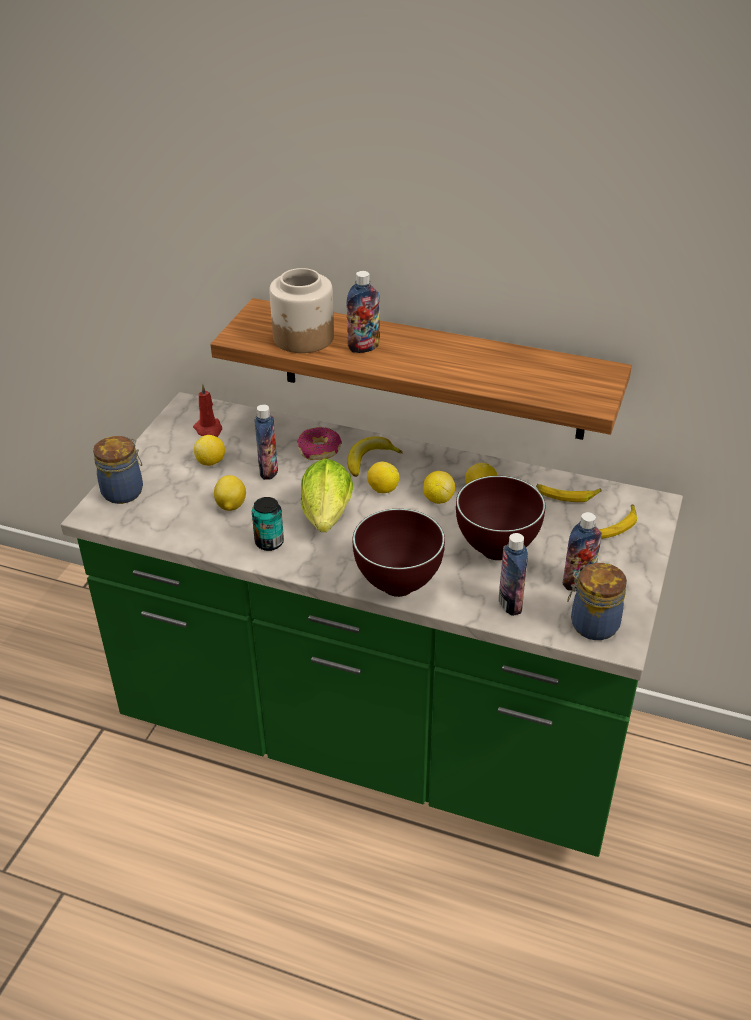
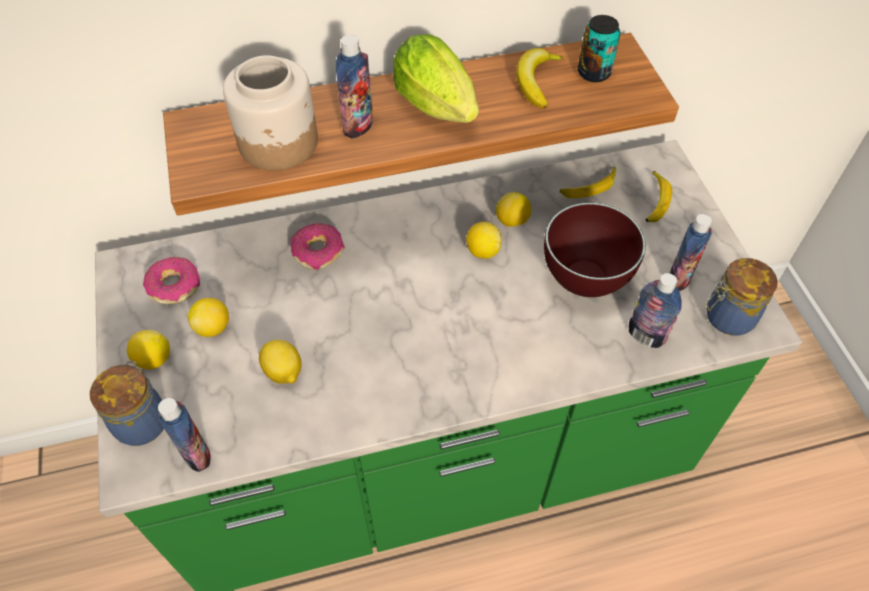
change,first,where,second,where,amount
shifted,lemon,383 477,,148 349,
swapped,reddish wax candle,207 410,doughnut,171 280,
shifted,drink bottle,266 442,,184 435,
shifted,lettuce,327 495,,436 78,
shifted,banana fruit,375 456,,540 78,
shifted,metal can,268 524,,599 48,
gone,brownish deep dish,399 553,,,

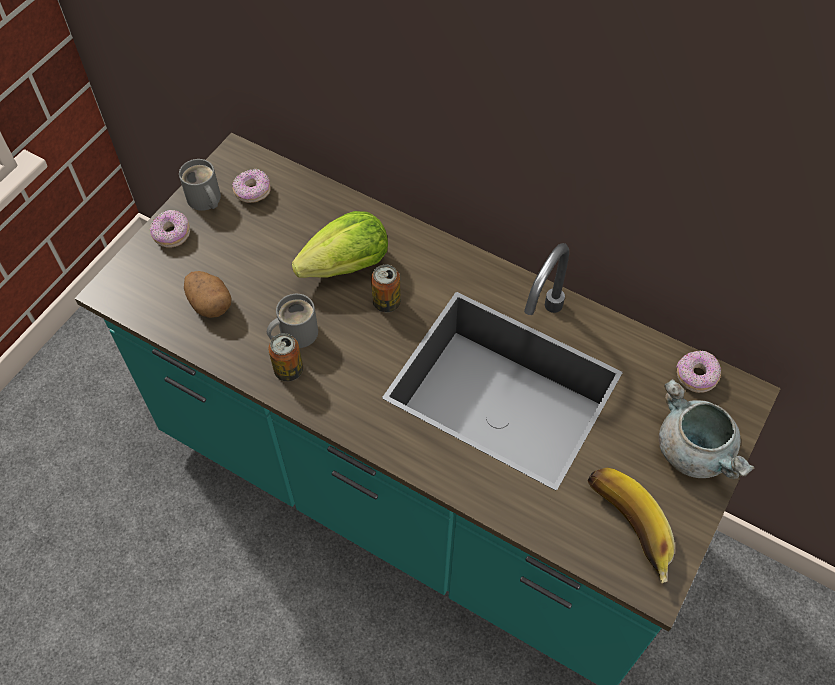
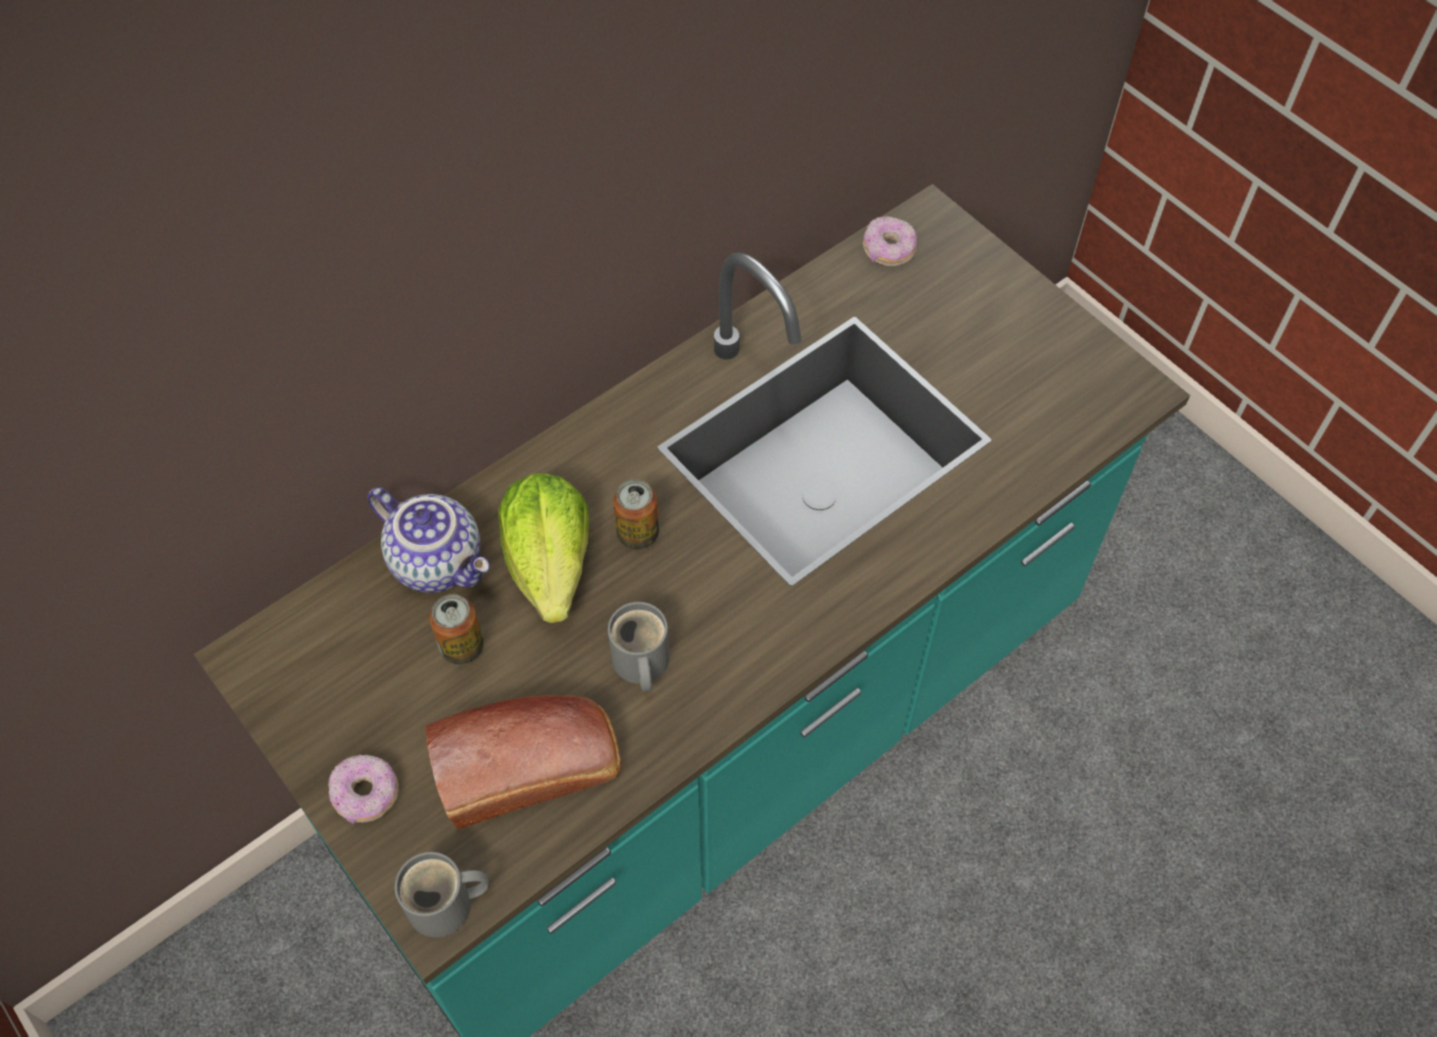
change,first,where,second,where,amount
new,,,teapot,428 540,
shifted,greyish mug,200 185,,441 894,
swapped,spud,208 294,baked bread,523 762,
shifted,metal can,285 357,,456 629,
gone,doughnut,251 186,,,
gone,banana fruit,631 525,,,
gone,greyish saucepot,706 429,,,

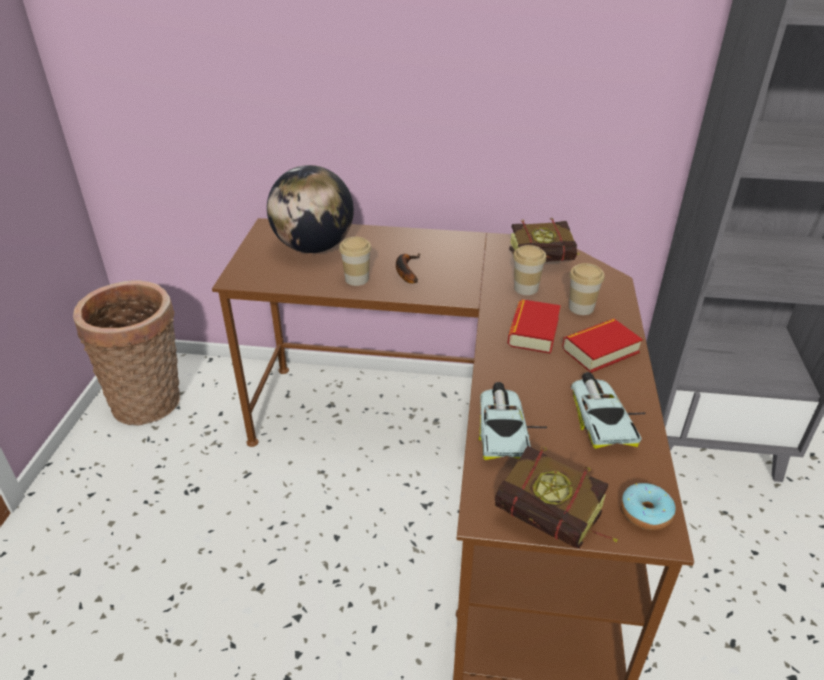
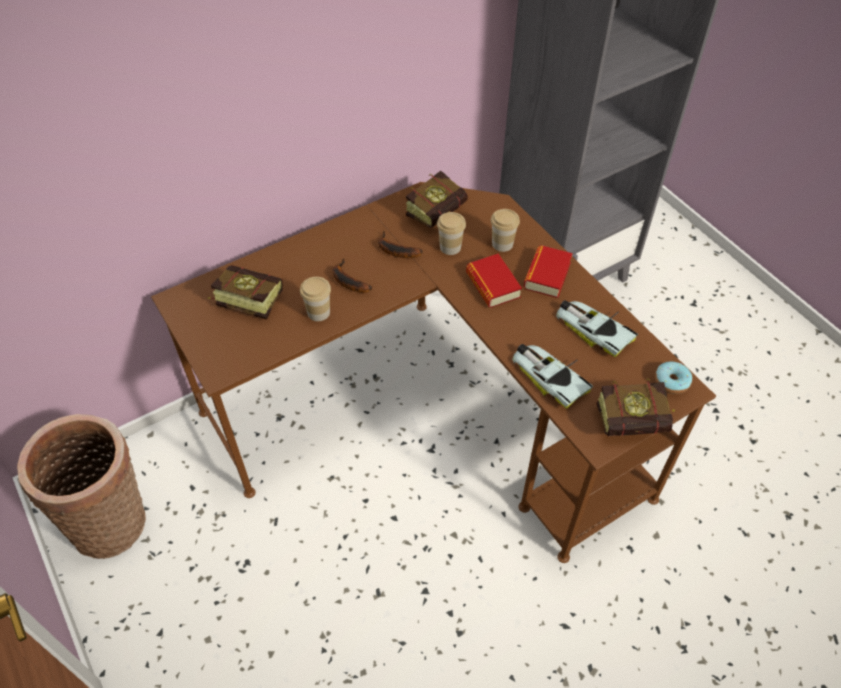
change,first,where,second,where,amount
swapped,desk globe,310 209,volume,245 292,
new,,,banana fruit,400 244,

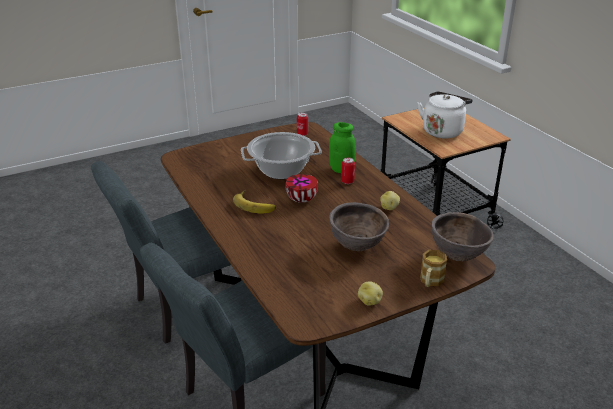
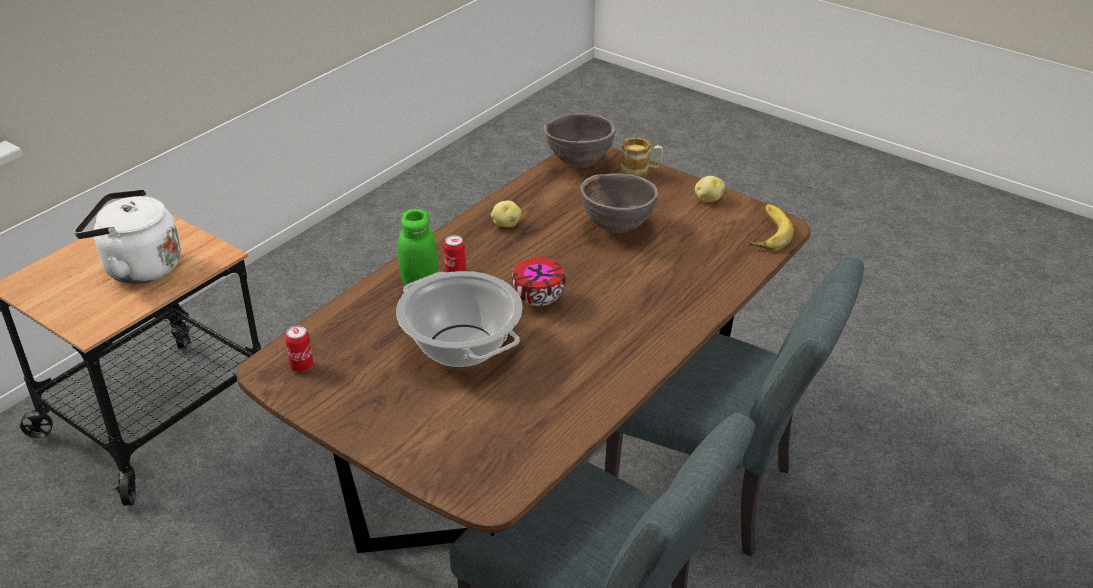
change,first,where,second,where,amount
shifted,banana fruit,254 201,,772 227,

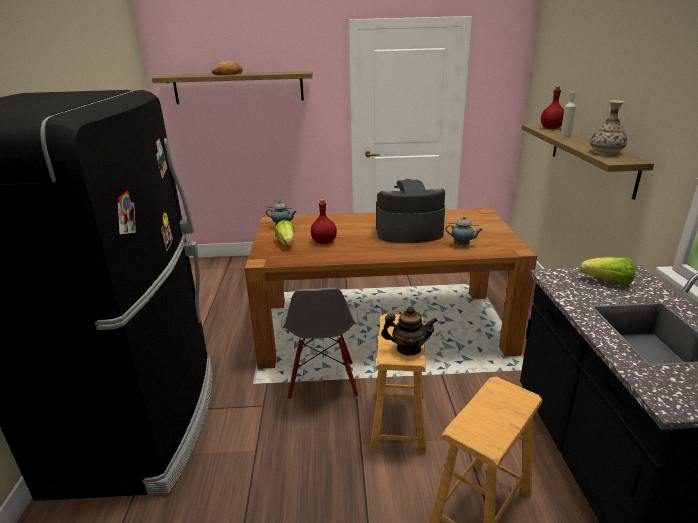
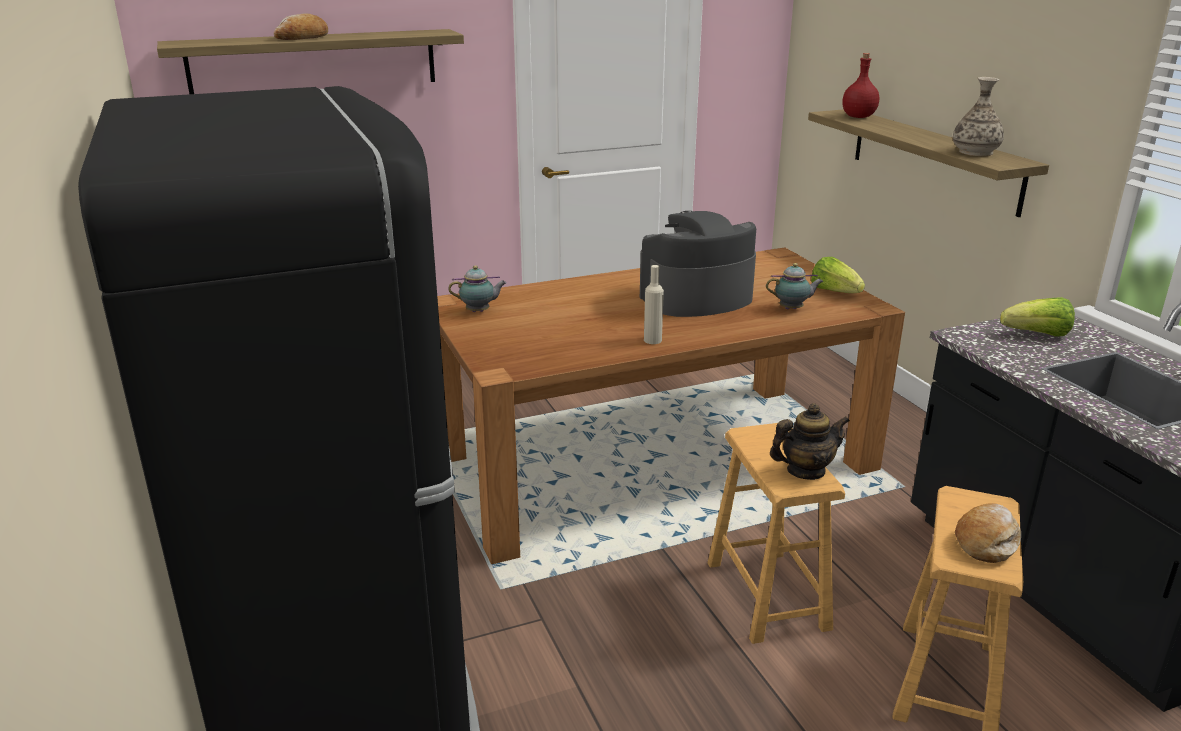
change,first,where,second,where,amount
shifted,beige-coloured drink bottle,568 115,,654 304,
shifted,lettuce,285 232,,838 275,
new,,,baked bread,988 533,
gone,greyish upright chair,320 344,,,
gone,reddish drink bottle,324 221,,,

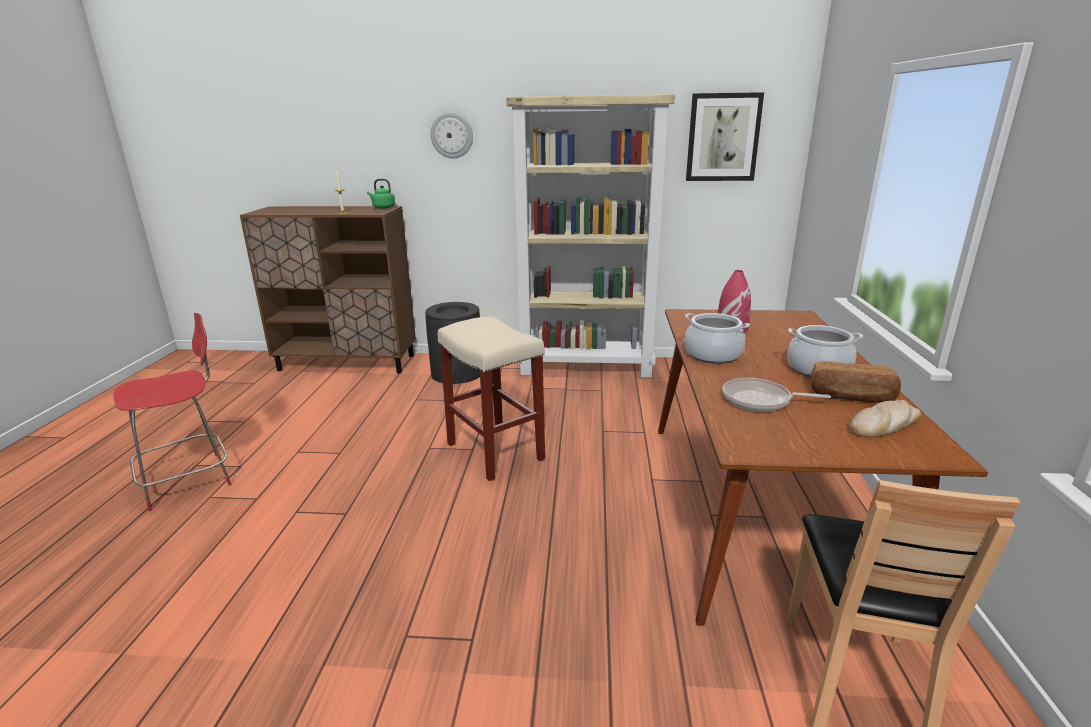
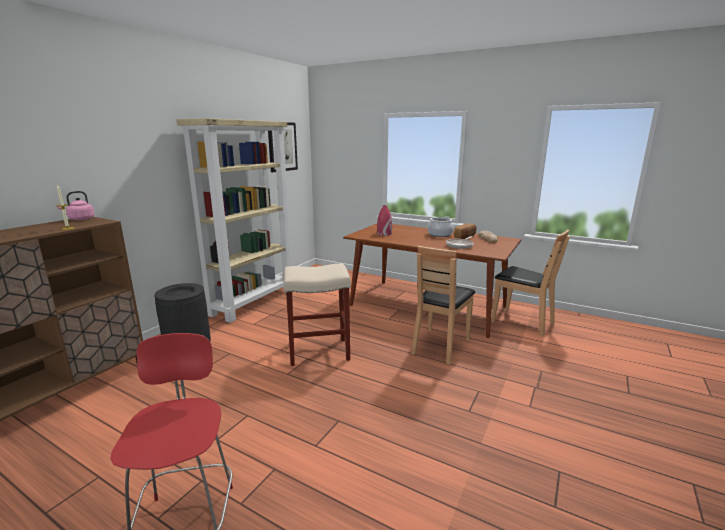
change,first,where,second,where,amount
repainted,green tea kettle,381 194,pink-coloured tea kettle,75 205,
new,,,brownish upright chair,443 305,
gone,clock on the wall,451 135,,,
gone,saucepot,717 338,,,

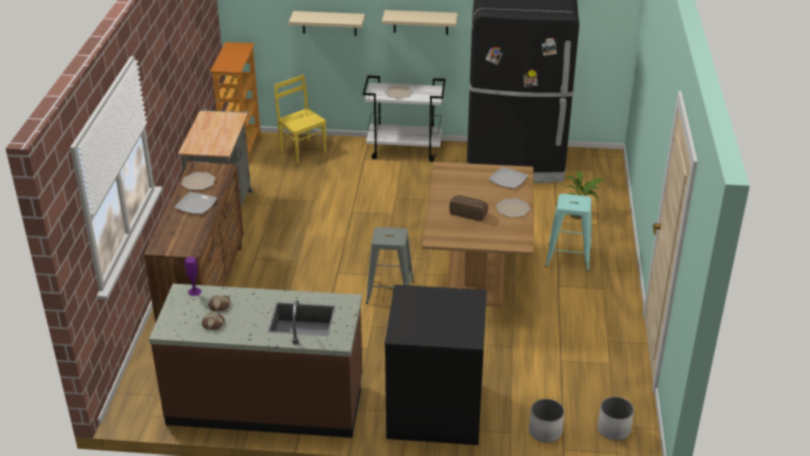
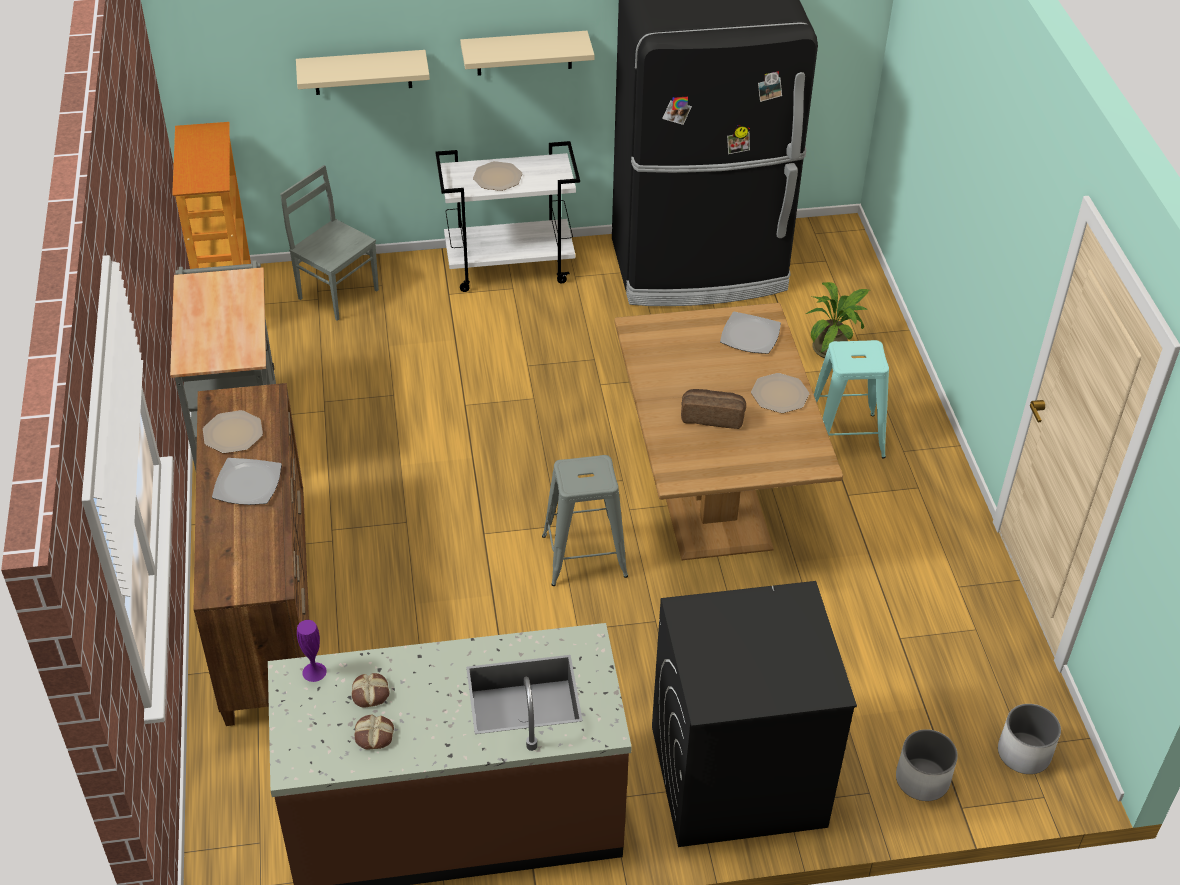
change,first,where,second,where,amount
repainted,yellow upright chair,300 119,greyish upright chair,329 243,

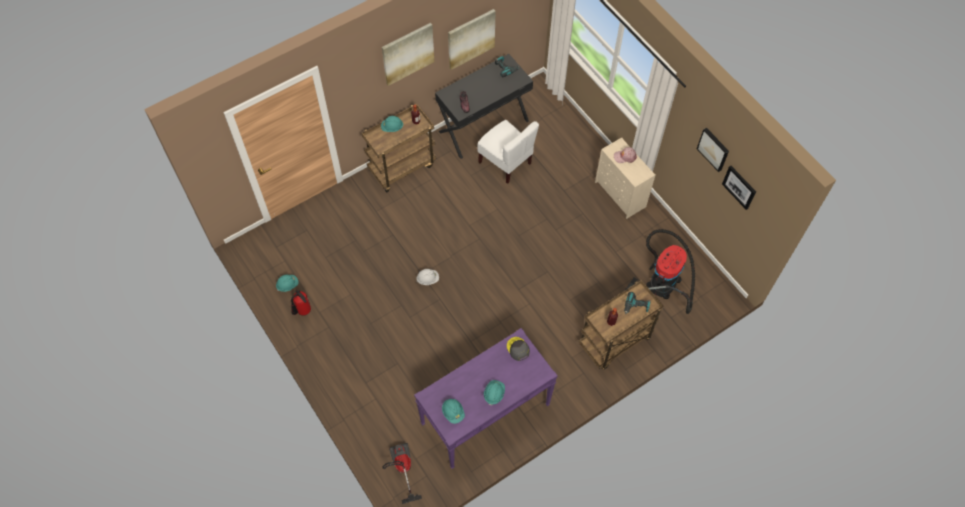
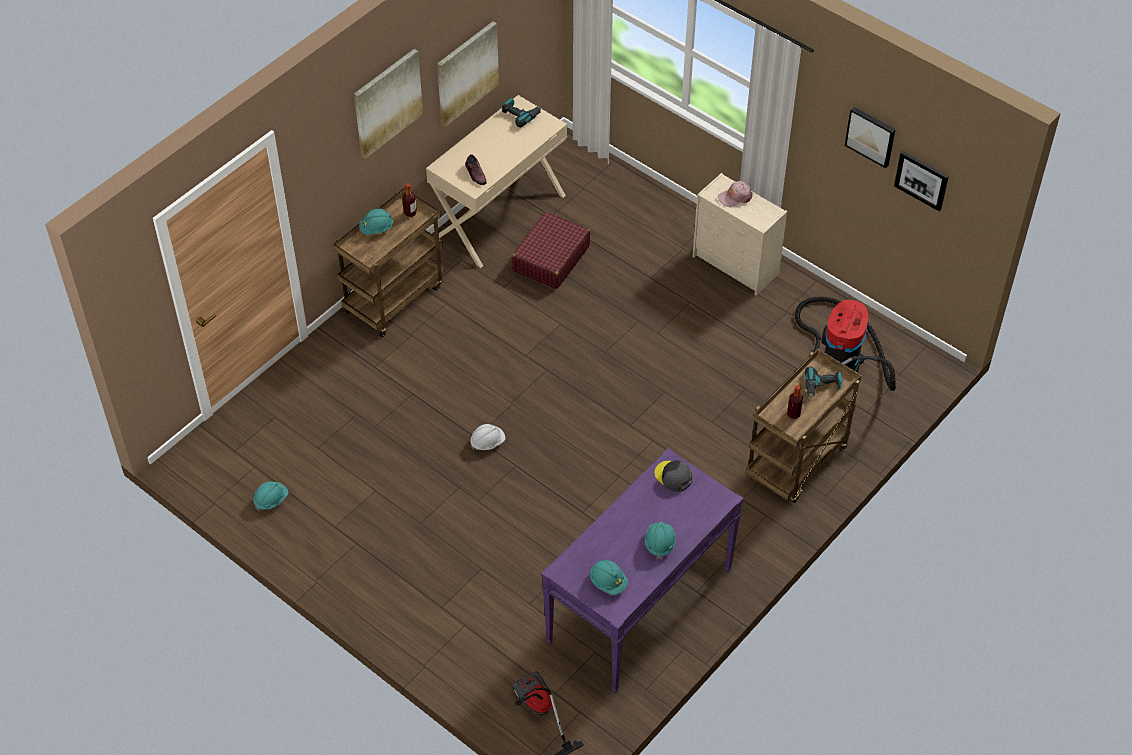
change,first,where,second,where,amount
repainted,black desk,484 106,beige-coloured desk,496 181,
swapped,white-coloured upright chair,508 152,reddish travel case,551 250,
gone,fire-fighting cylinder,301 302,,,

